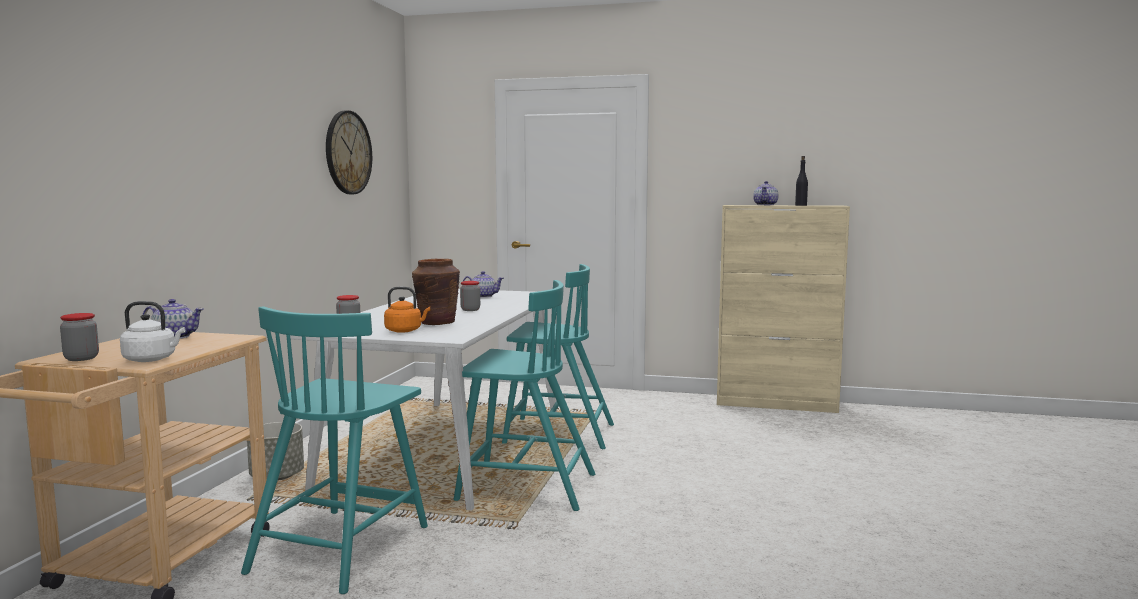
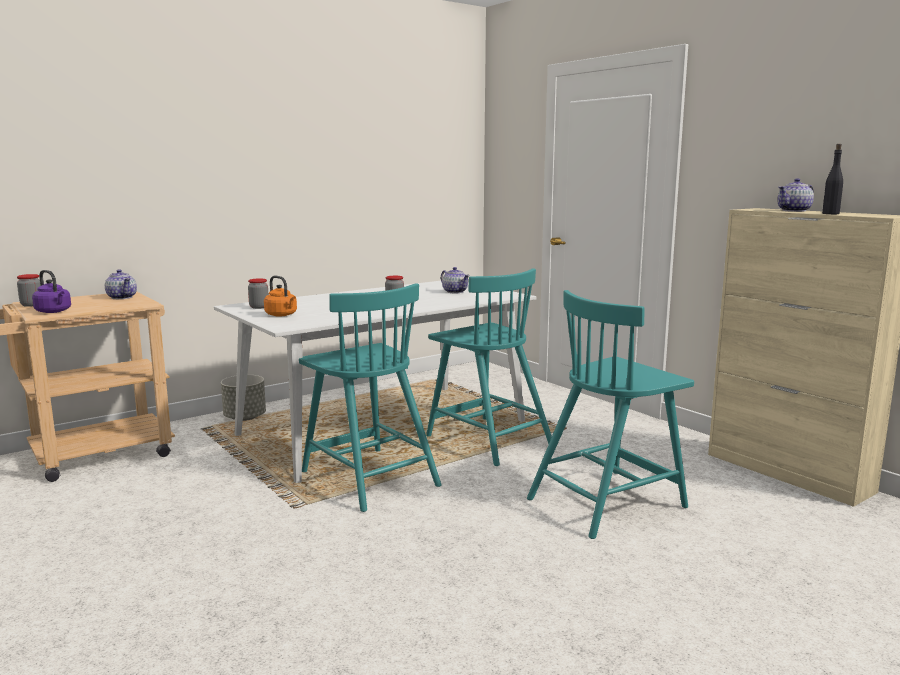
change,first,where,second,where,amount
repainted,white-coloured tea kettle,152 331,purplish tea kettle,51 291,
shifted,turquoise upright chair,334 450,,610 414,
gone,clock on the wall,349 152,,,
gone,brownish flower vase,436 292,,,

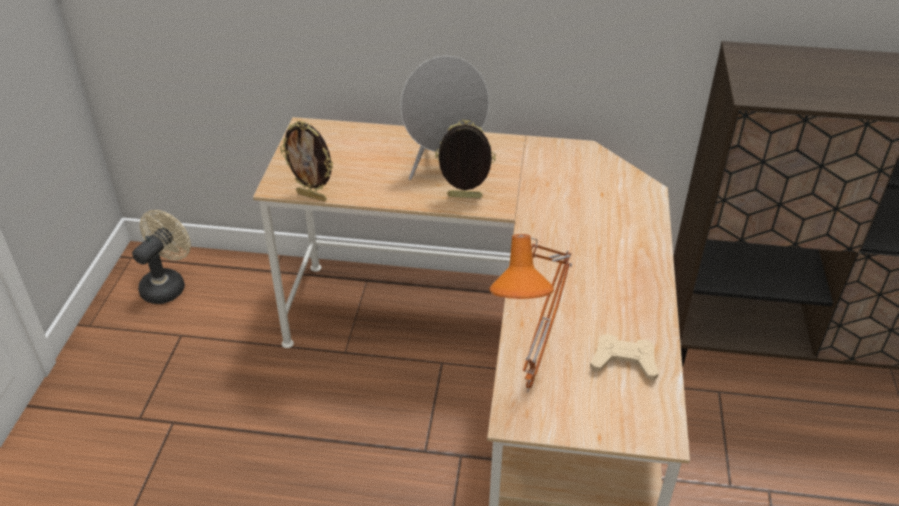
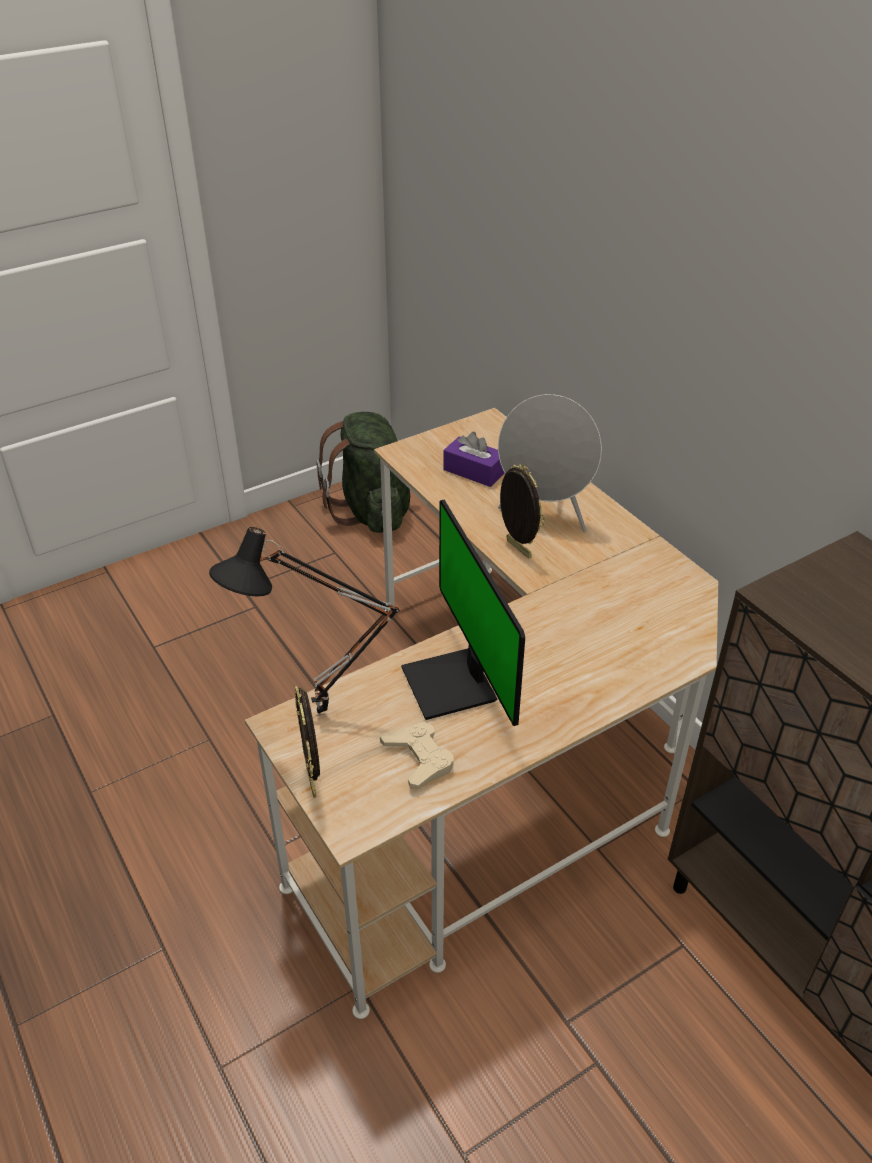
change,first,where,second,where,amount
repainted,orange-coloured lamp for a table,531 313,black lamp for a table,304 621,
shifted,picture frame,306 161,,307 742,
swapped,beige-coloured fan,161 257,green knapsack,363 472,
new,,,computer screen,463 613,
new,,,purplish box of tissues,474 459,

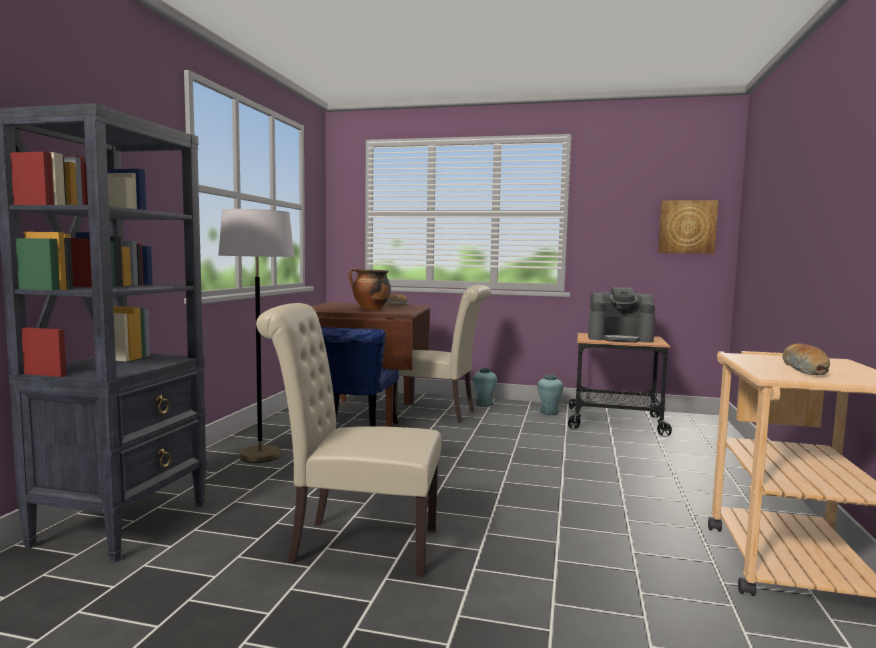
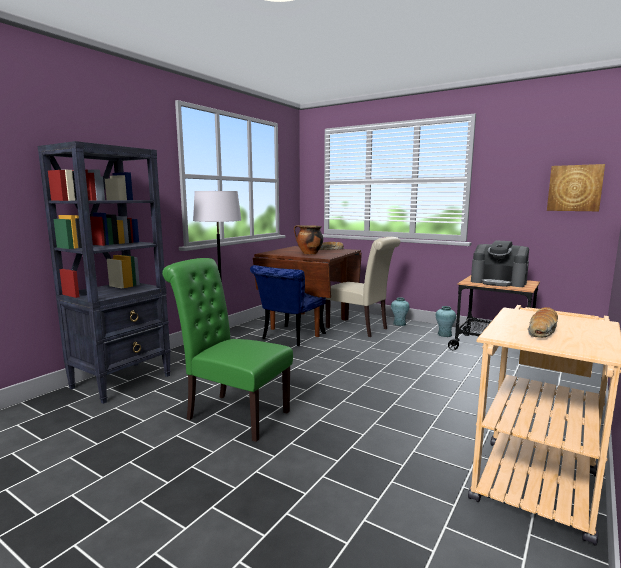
change,first,where,second,where,amount
repainted,beige-coloured upright chair,349 439,green upright chair,227 350,

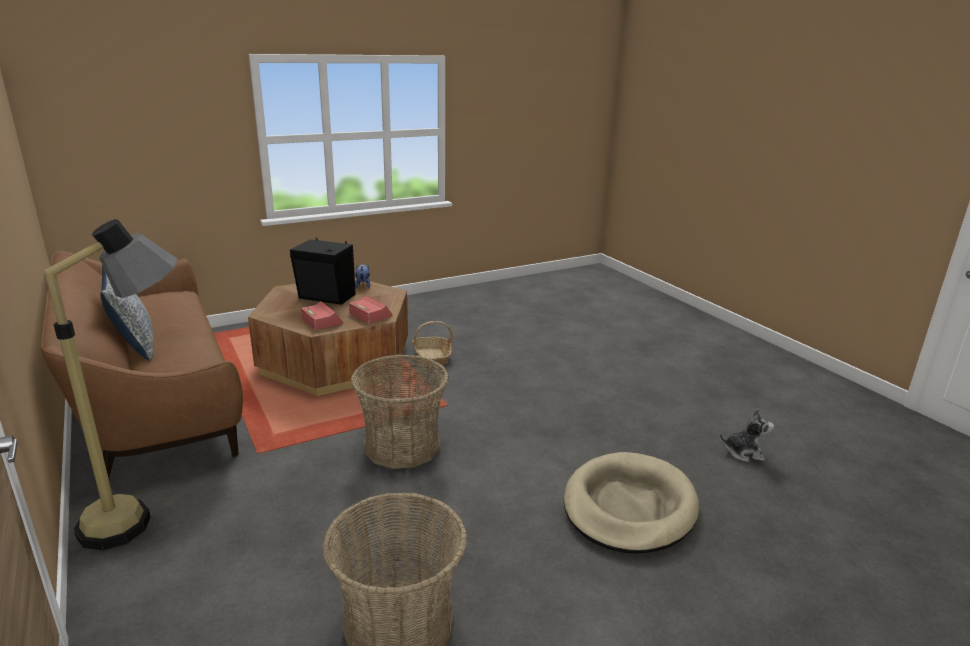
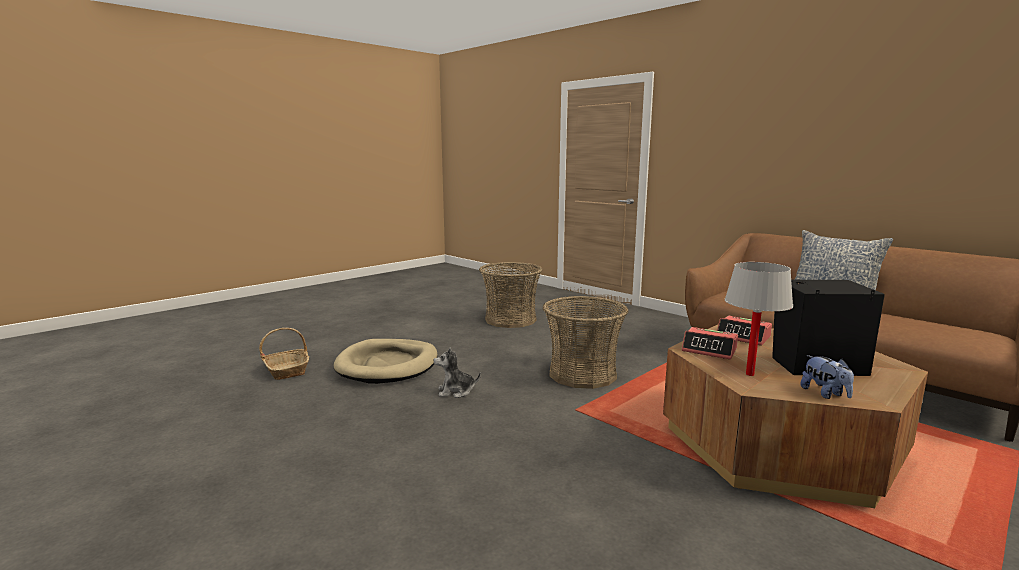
change,first,where,second,where,amount
shifted,household basket,432 343,,284 354,
shifted,plush toy,747 435,,457 372,
new,,,white-coloured lamp for a table,759 319,
gone,floor lamp,110 384,,,

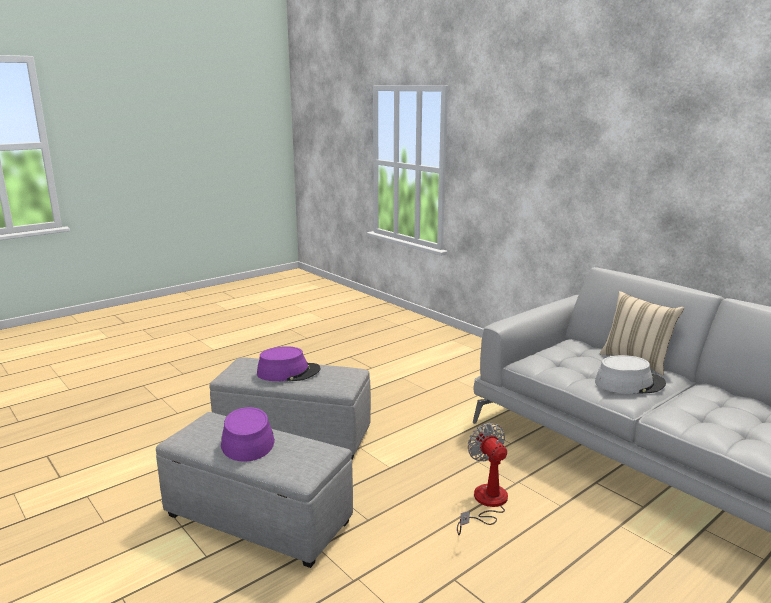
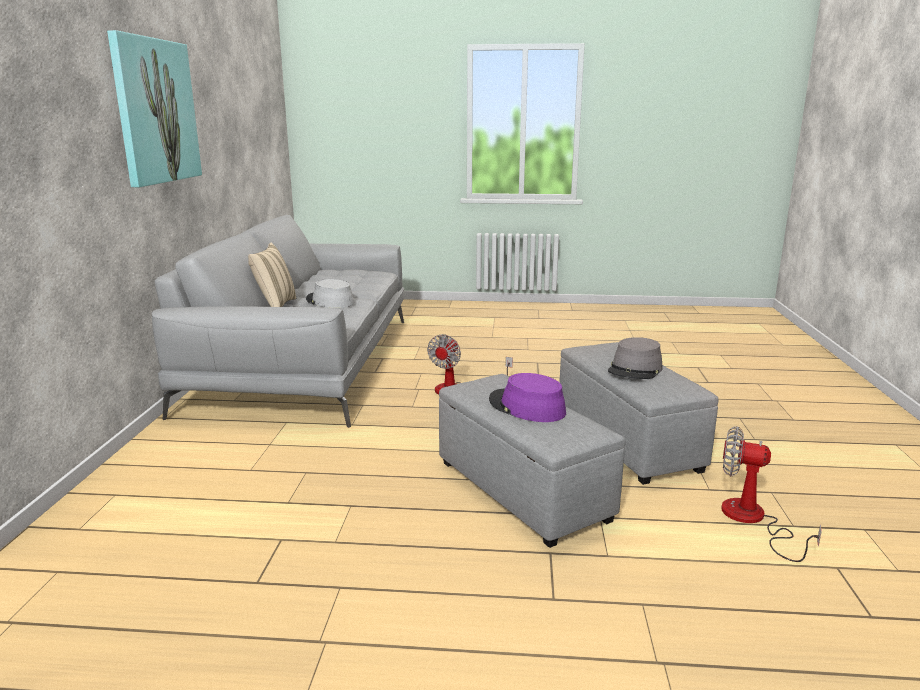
change,first,where,second,where,amount
new,,,wall picture,154 108,
repainted,purplish hat,248 434,greyish hat,635 358,
new,,,fan,771 494,

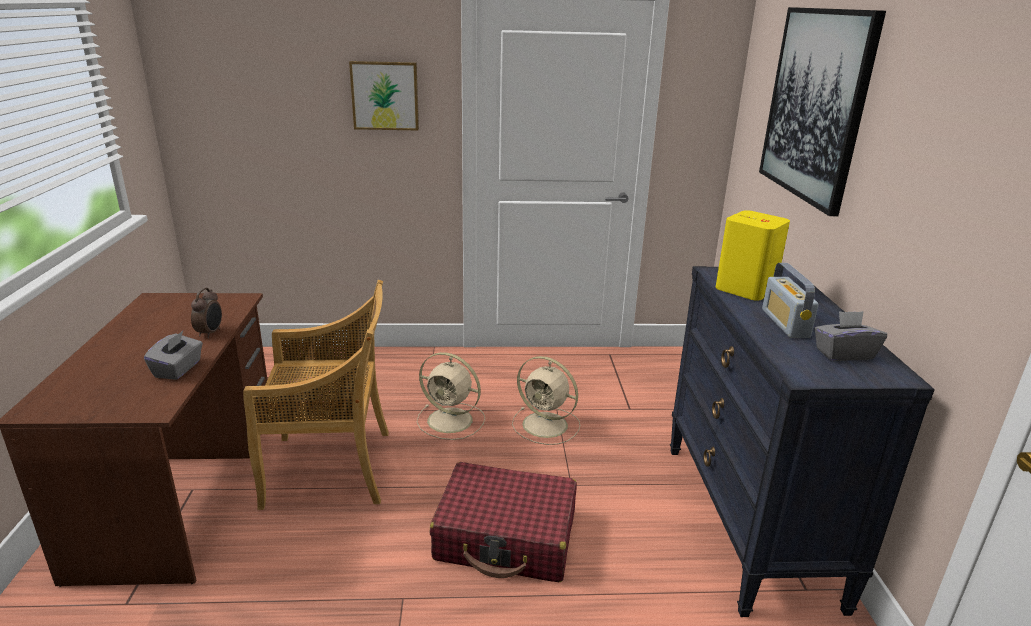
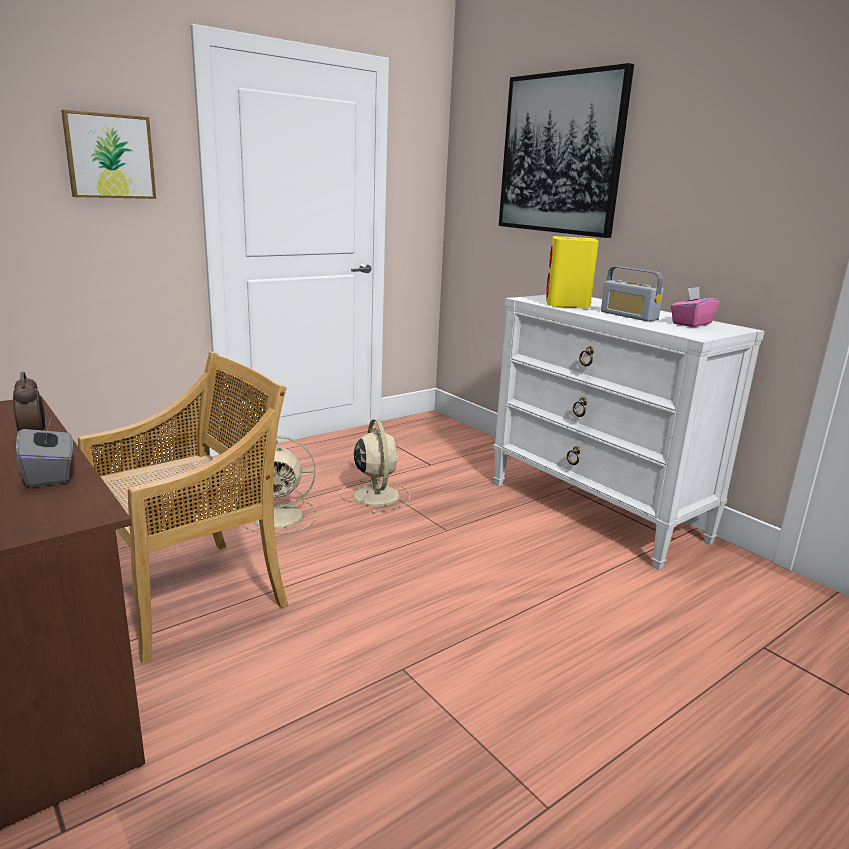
change,first,where,second,where,amount
rotated,beige-coloured fan,546 400,,375 466,105 degrees counterclockwise
repainted,black drawer chest,802 441,white-coloured drawer chest,629 432,
repainted,greyish box of tissues,850 336,pink-coloured box of tissues,695 307,
gone,reddish travel case,503 522,,,

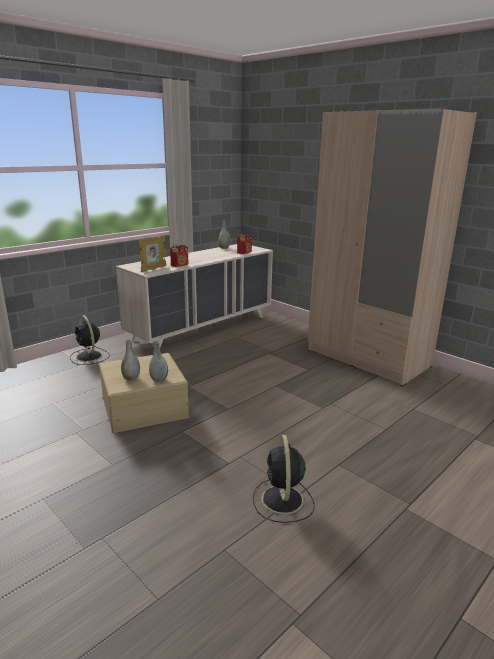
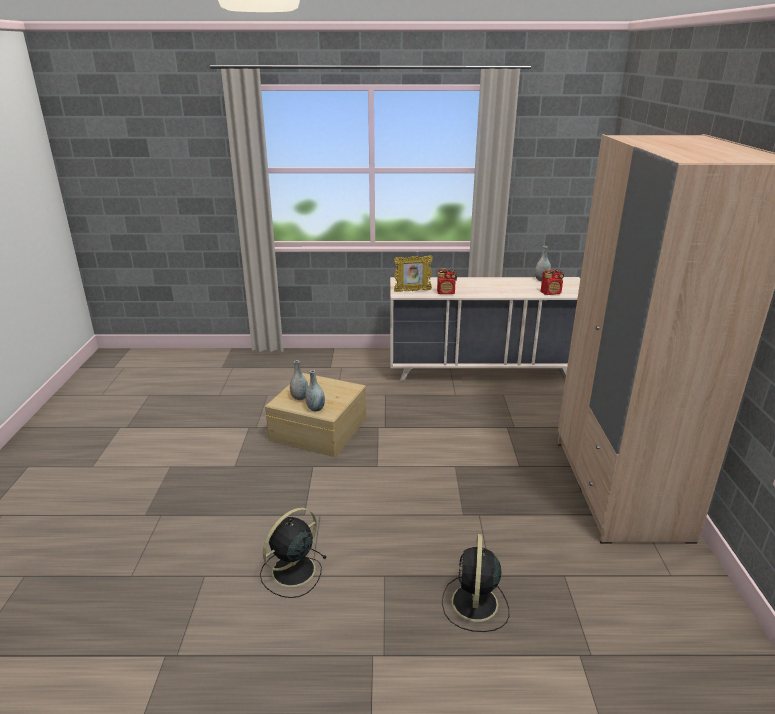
change,first,where,second,where,amount
shifted,black fan,90 340,,475 583,

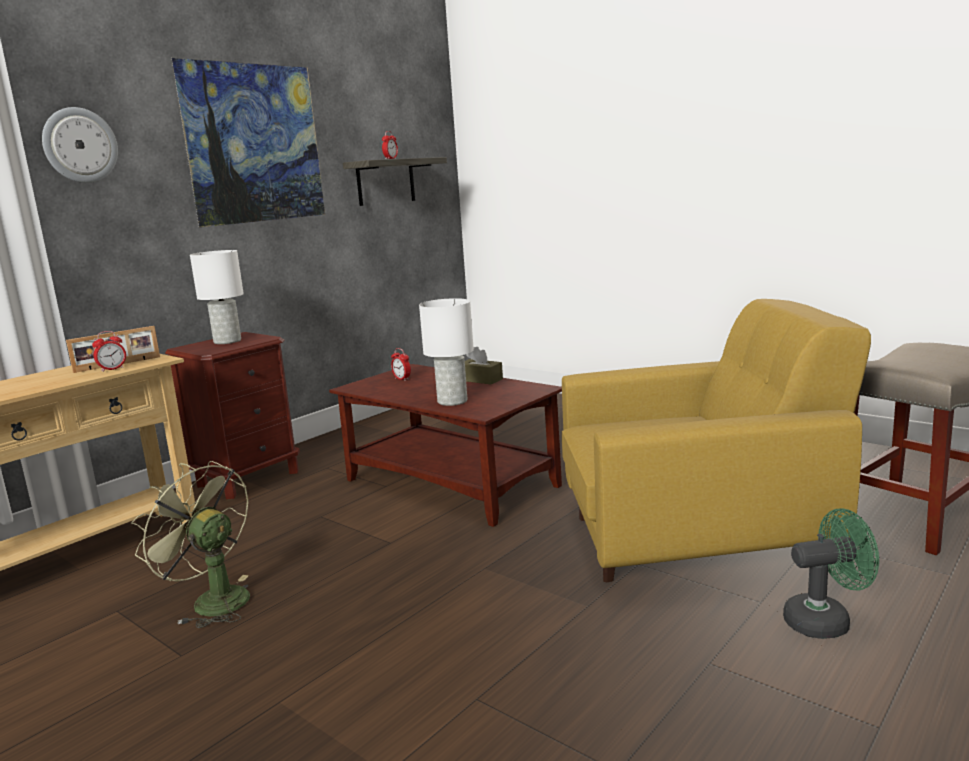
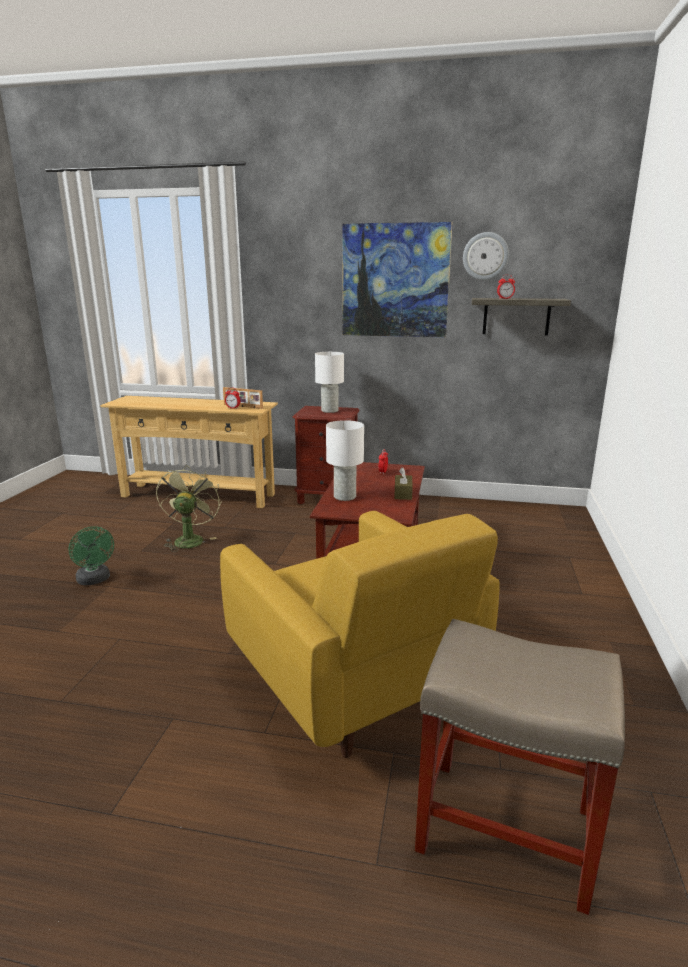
change,first,where,second,where,amount
shifted,green fan,831 573,,91 555,
shifted,clock on the wall,80 145,,486 256,

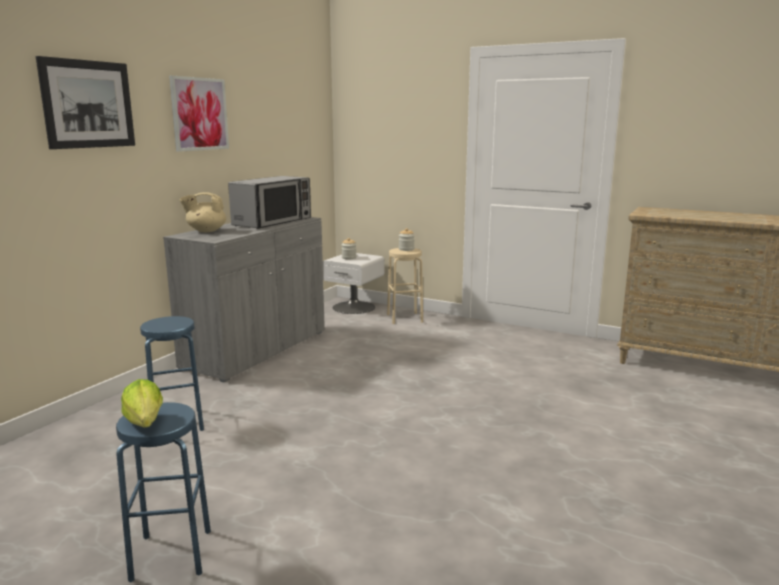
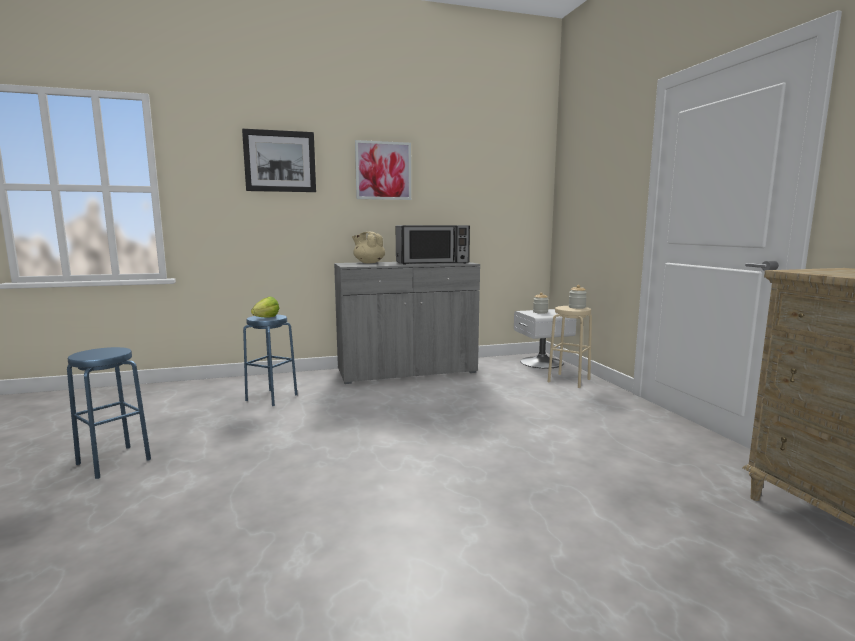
change,first,where,second,where,amount
shifted,lettuce,142 403,,265 307,

